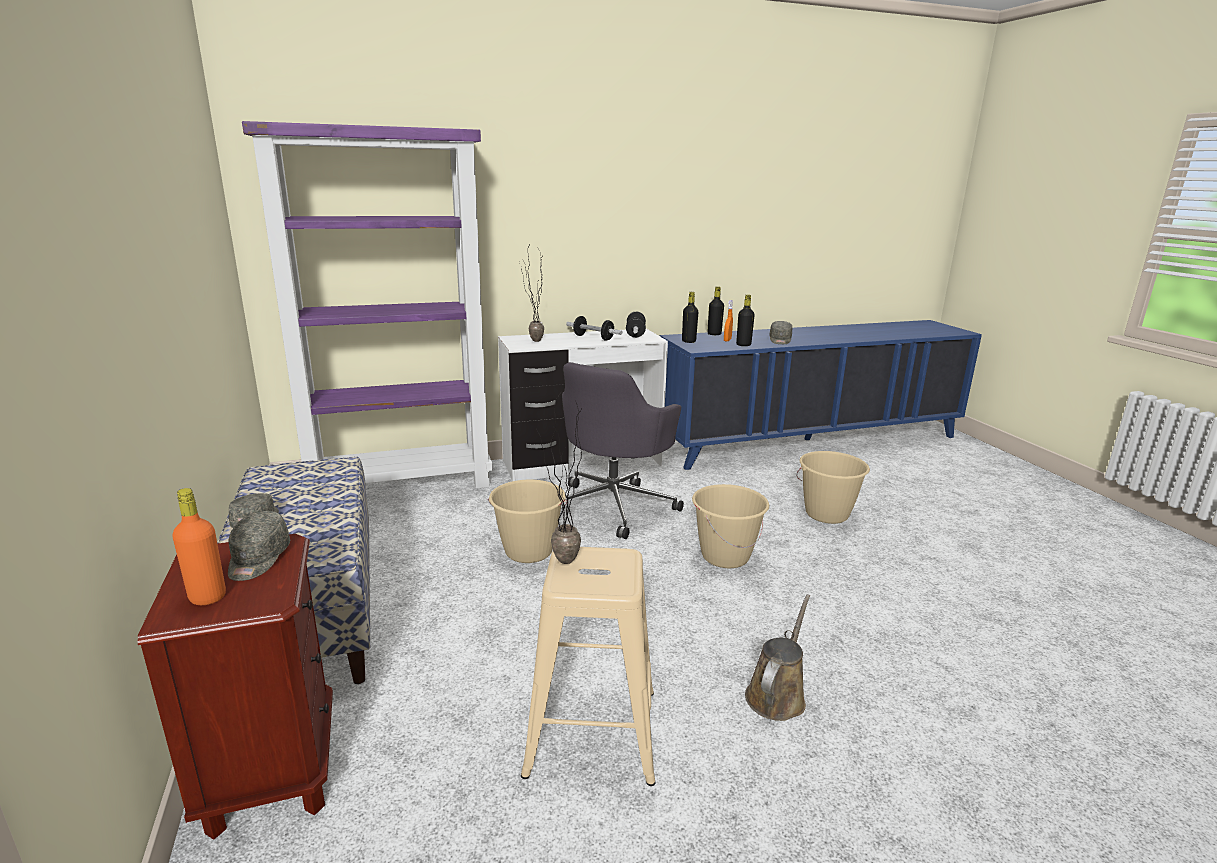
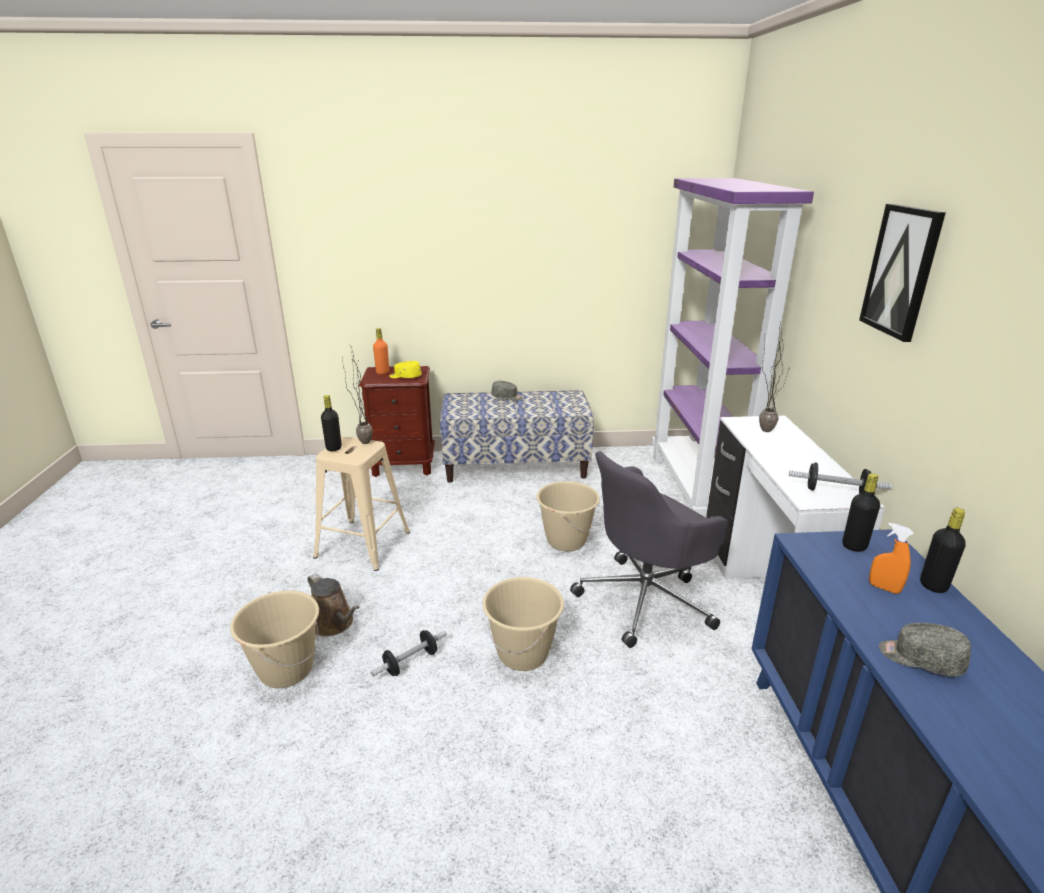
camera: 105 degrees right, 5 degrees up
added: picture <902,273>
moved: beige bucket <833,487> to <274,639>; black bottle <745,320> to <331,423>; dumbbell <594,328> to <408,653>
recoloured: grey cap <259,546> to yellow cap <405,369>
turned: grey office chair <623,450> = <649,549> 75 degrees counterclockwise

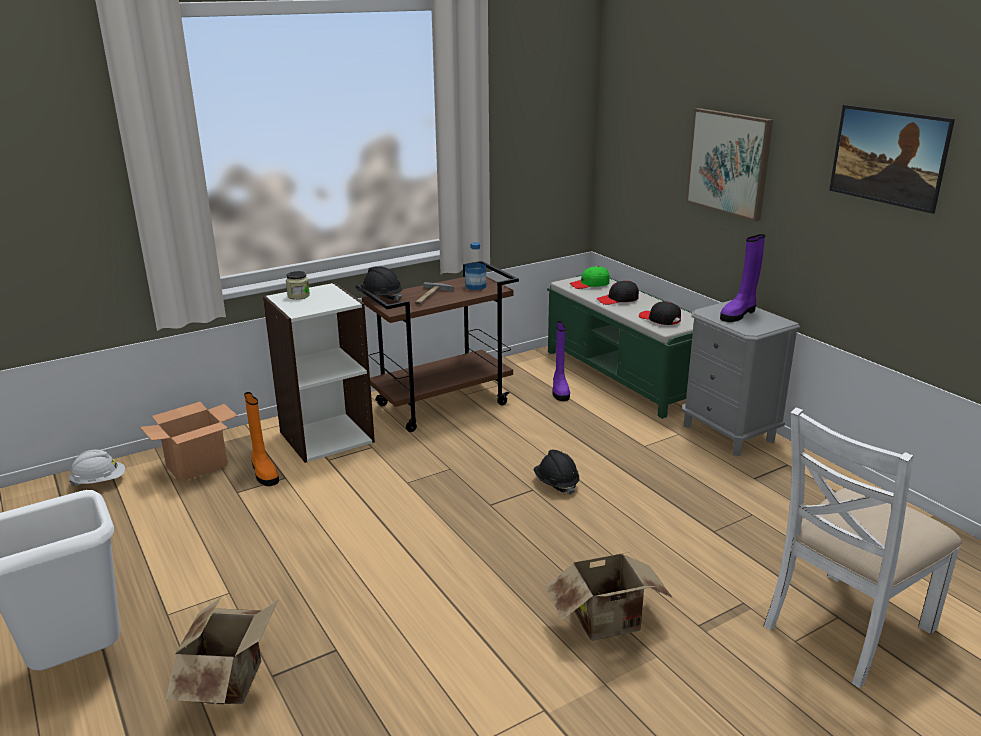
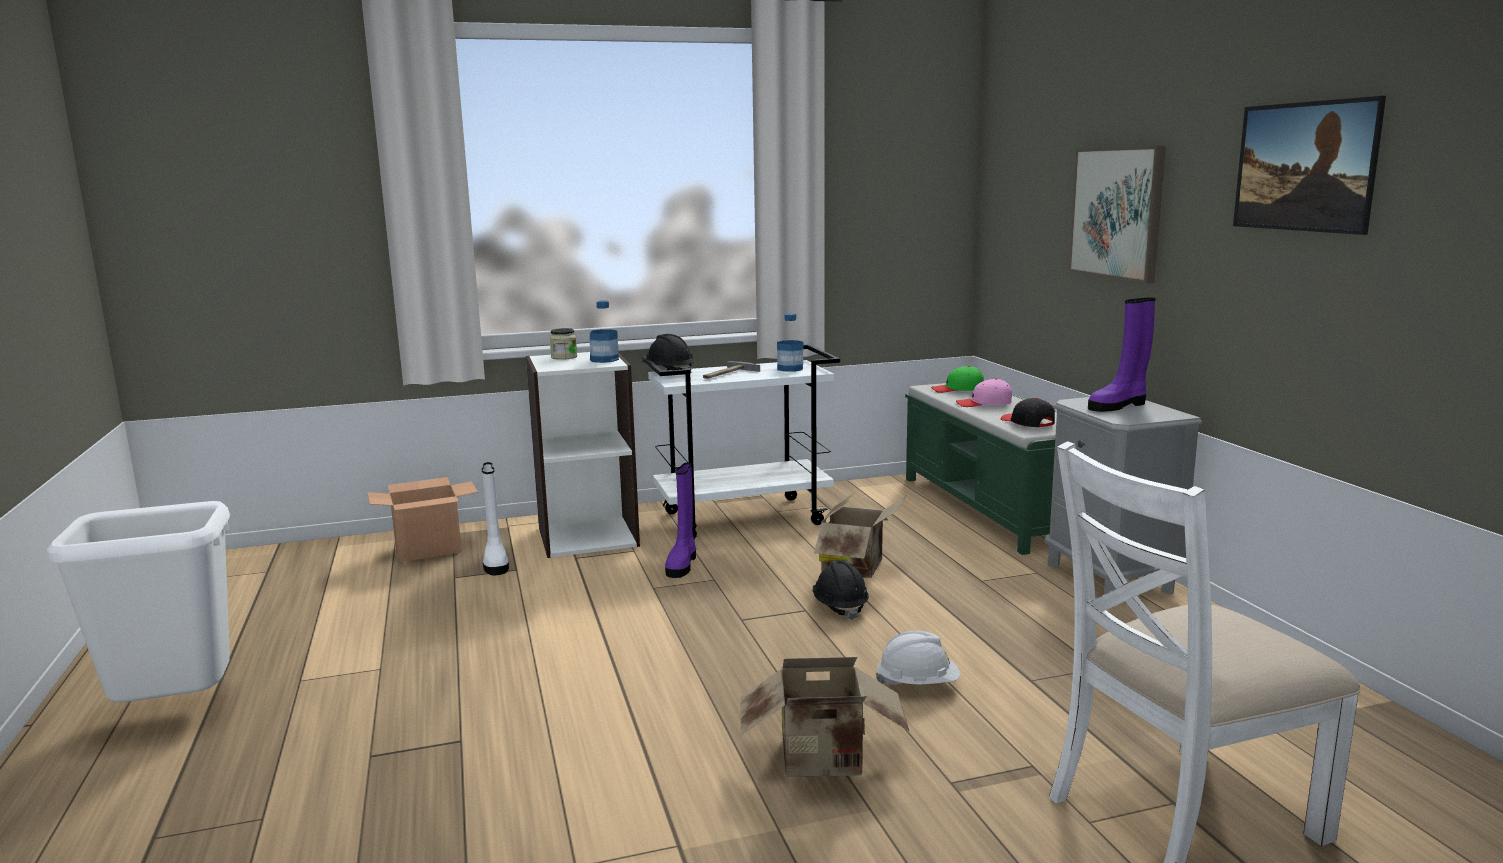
camera: 15 degrees right, 10 degrees down
added: bottle <604,331>
moved: purple boot <561,361> to <680,520>; cardboard box <222,651> to <860,534>; white hard hat <97,468> to <918,658>
recoloured: orange boot <261,439> to white boot <495,518>; brown cart <437,346> to white cart <741,441>; black cap <618,292> to pink cap <984,392>

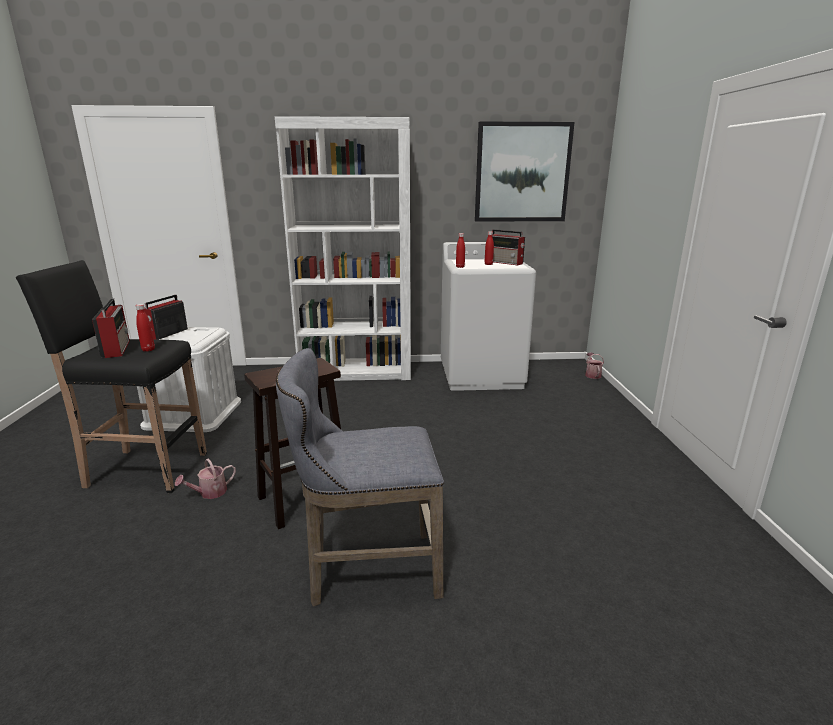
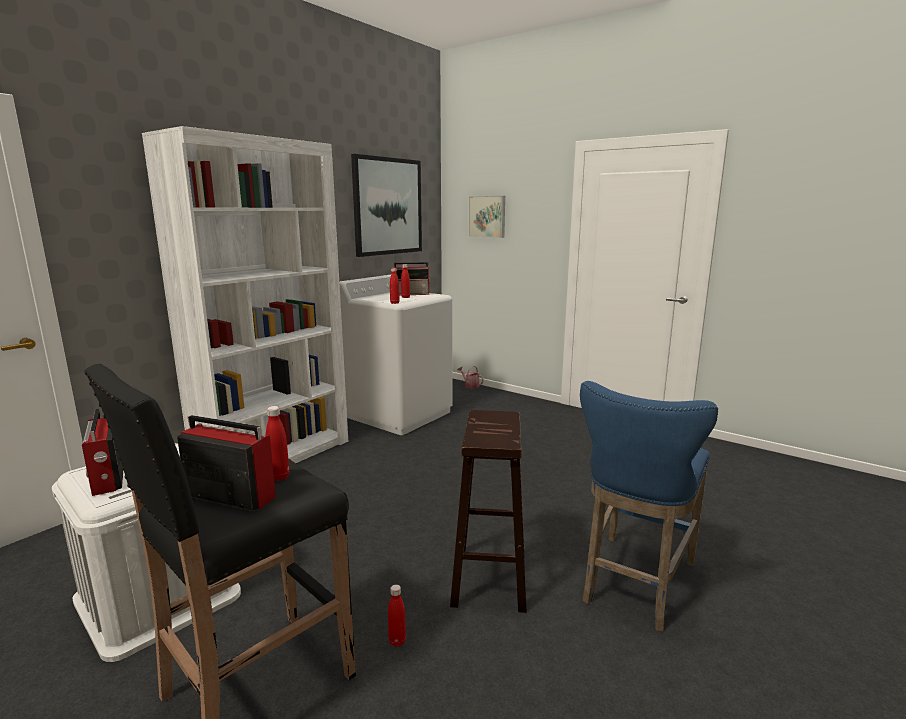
camera: 50 degrees left, 5 degrees down
added: picture <487,217>
replaced: watering can <205,479> to red bottle <397,616>
recoloured: grey stool <360,477> to blue stool <649,506>

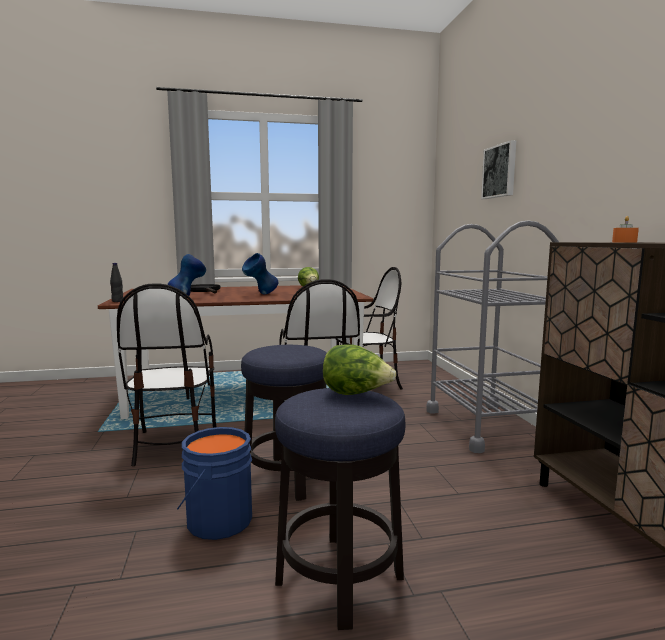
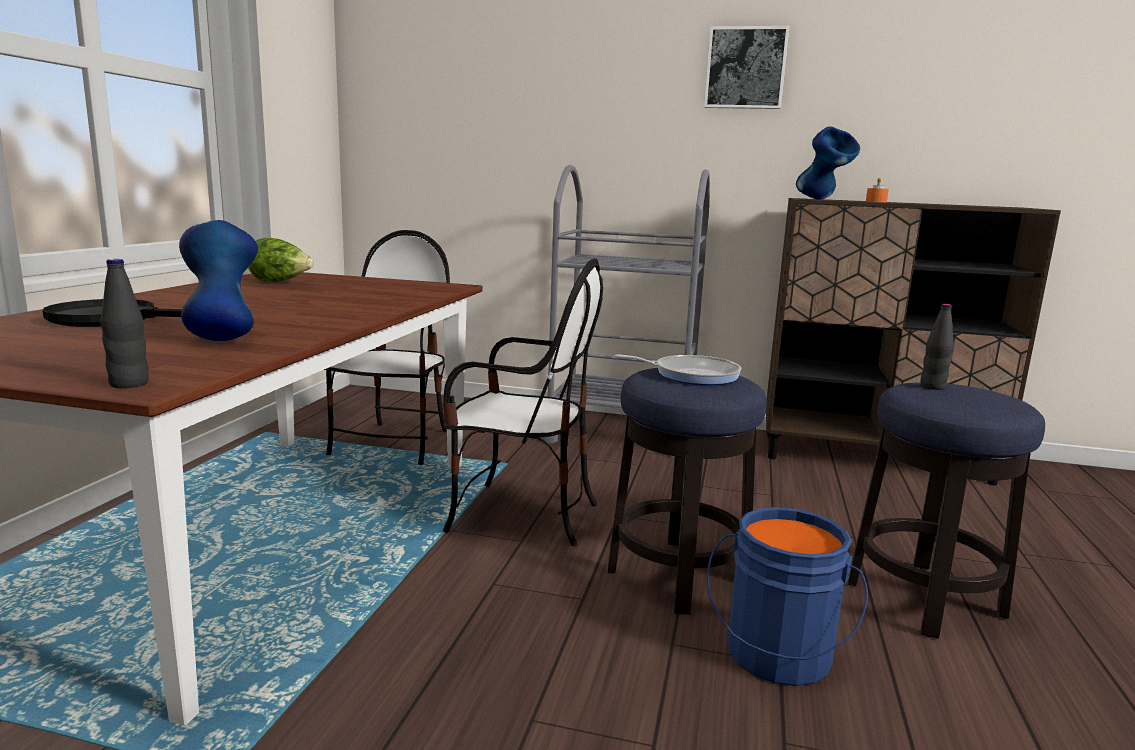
camera: 65 degrees left, 5 degrees up
removed: chair <166,375>
added: frying pan <678,369>
moved: picture <498,169> to <746,67>; blue vase <260,273> to <828,162>
replaced: lettuce <359,369> to black bottle <937,347>

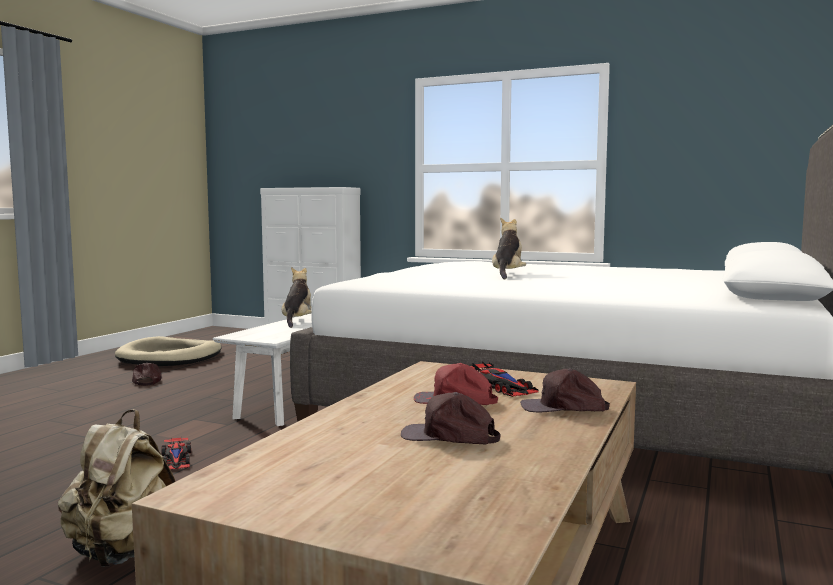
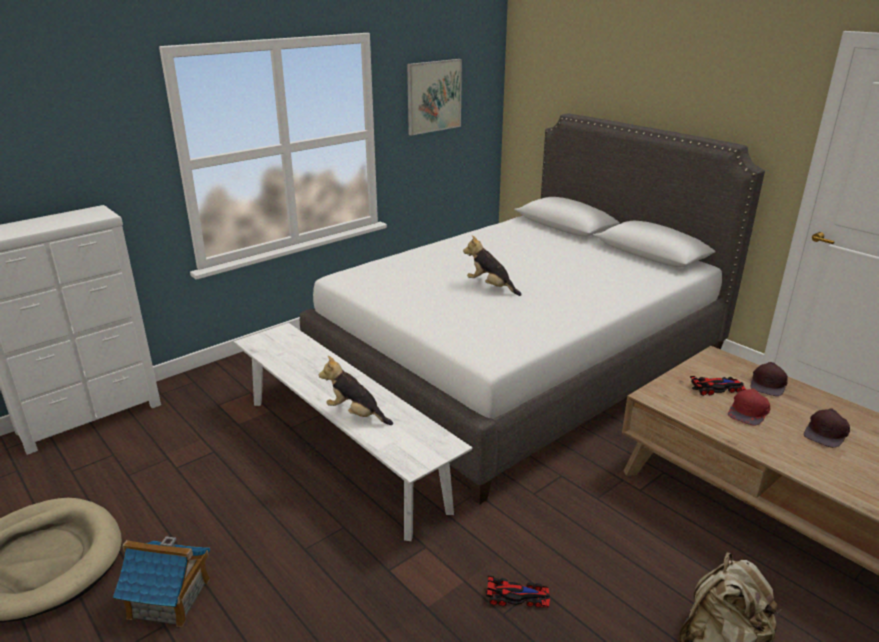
camera: 65 degrees left, 20 degrees up
added: picture <434,97>
replaced: brown cap <147,374> to toy house <161,581>

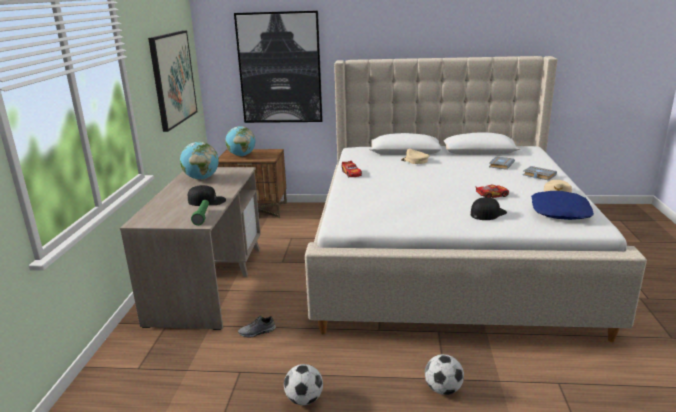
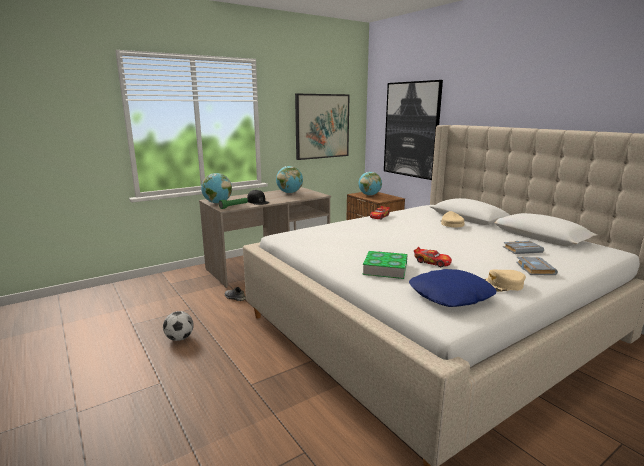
camera: 50 degrees right, 5 degrees down
removed: football <444,374>
added: globe <216,188>
replaced: black cap <489,208> to book <385,265>

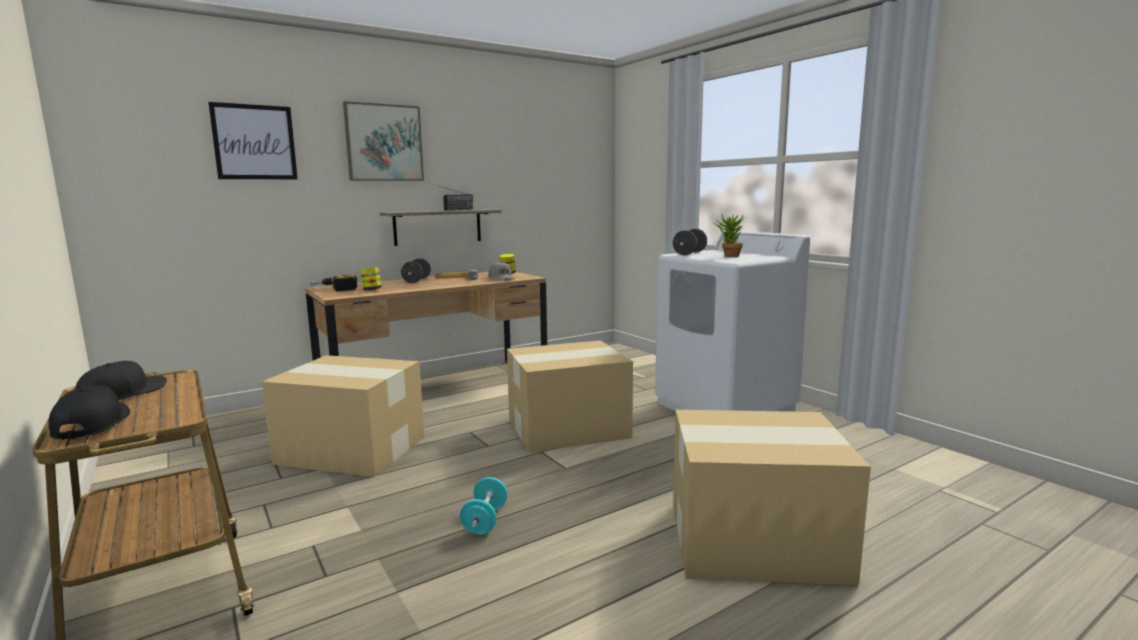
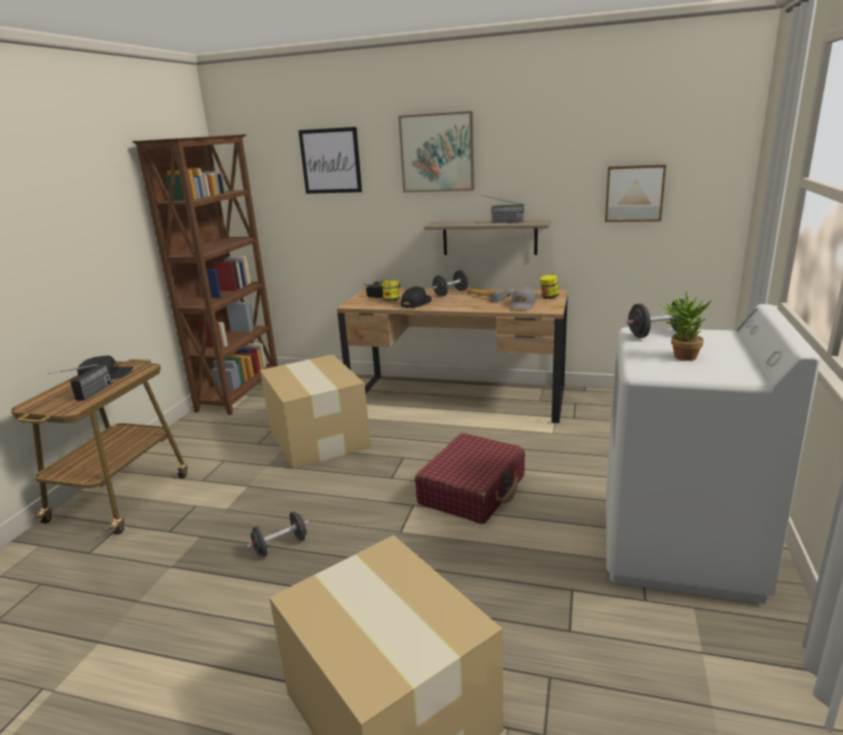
camera: 50 degrees right, 10 degrees up
added: radio <80,382>; brown bookcase <205,274>; picture <635,193>
moved: black cap <89,412> to <416,297>
replaced: cardboard box <570,396> to red suitcase <470,478>
recoloured: turquoise dumbbell <484,506> to black dumbbell <278,534>

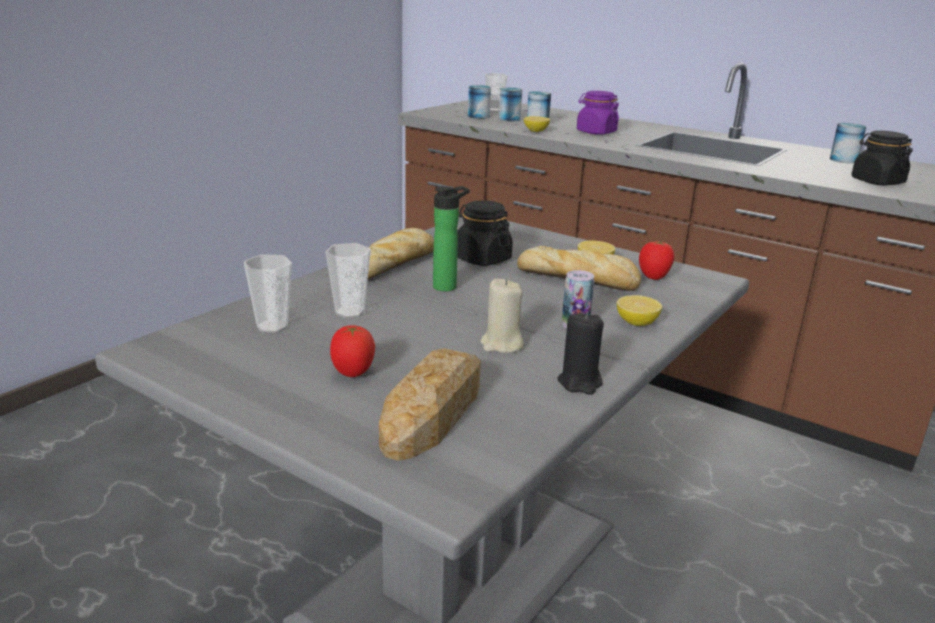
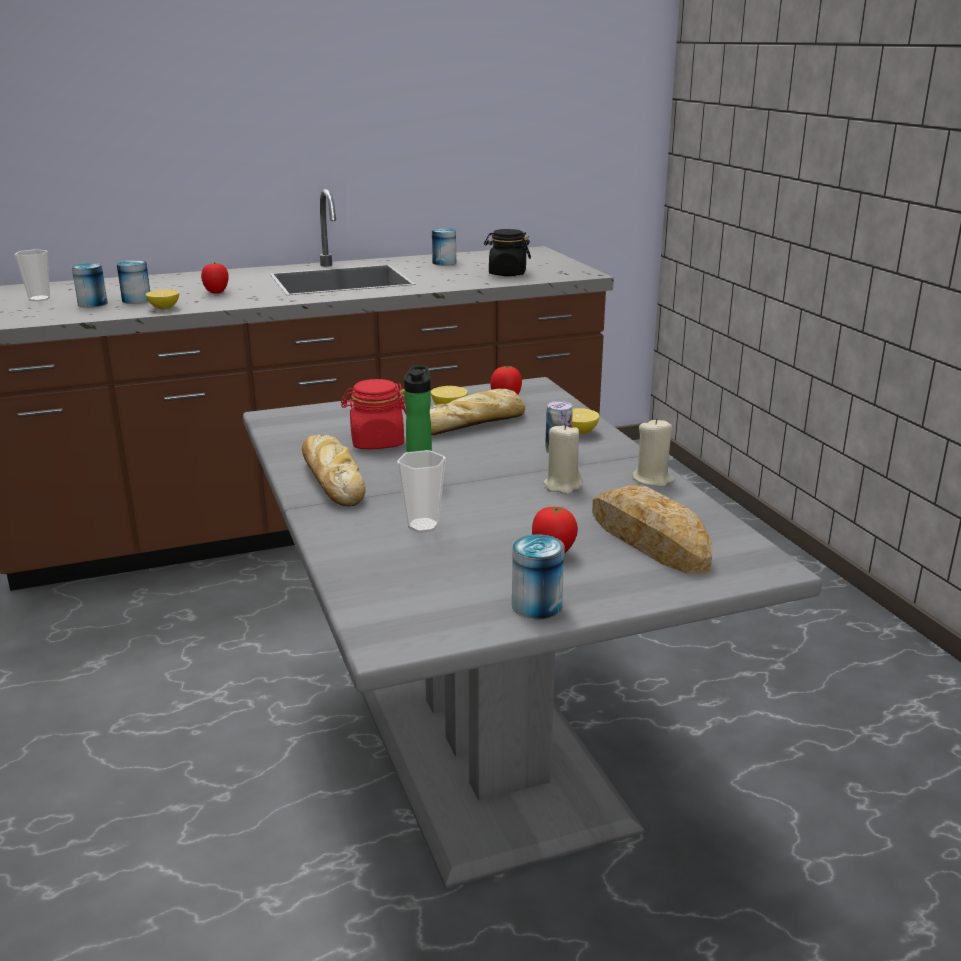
camera: 55 degrees left, 0 degrees up
removed: cup <268,293>
moved: can <479,102> to <538,576>
replaced: purple jar <598,113> to tomato <215,278>
recoloured: black jar <485,233> to red jar <373,414>; black candle <581,353> to beige candle <653,452>

